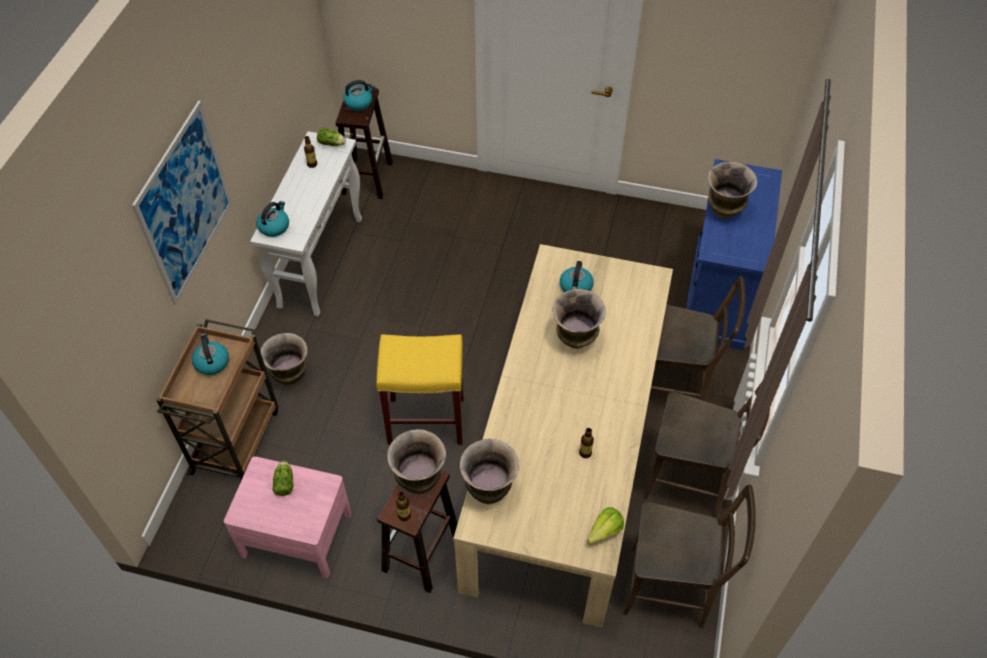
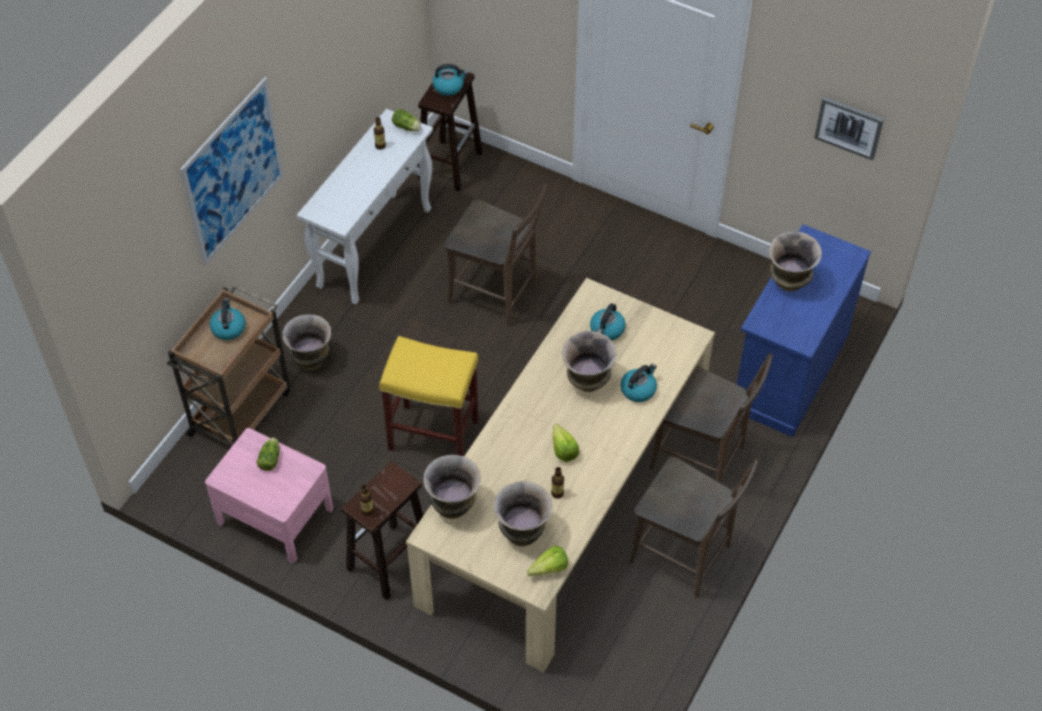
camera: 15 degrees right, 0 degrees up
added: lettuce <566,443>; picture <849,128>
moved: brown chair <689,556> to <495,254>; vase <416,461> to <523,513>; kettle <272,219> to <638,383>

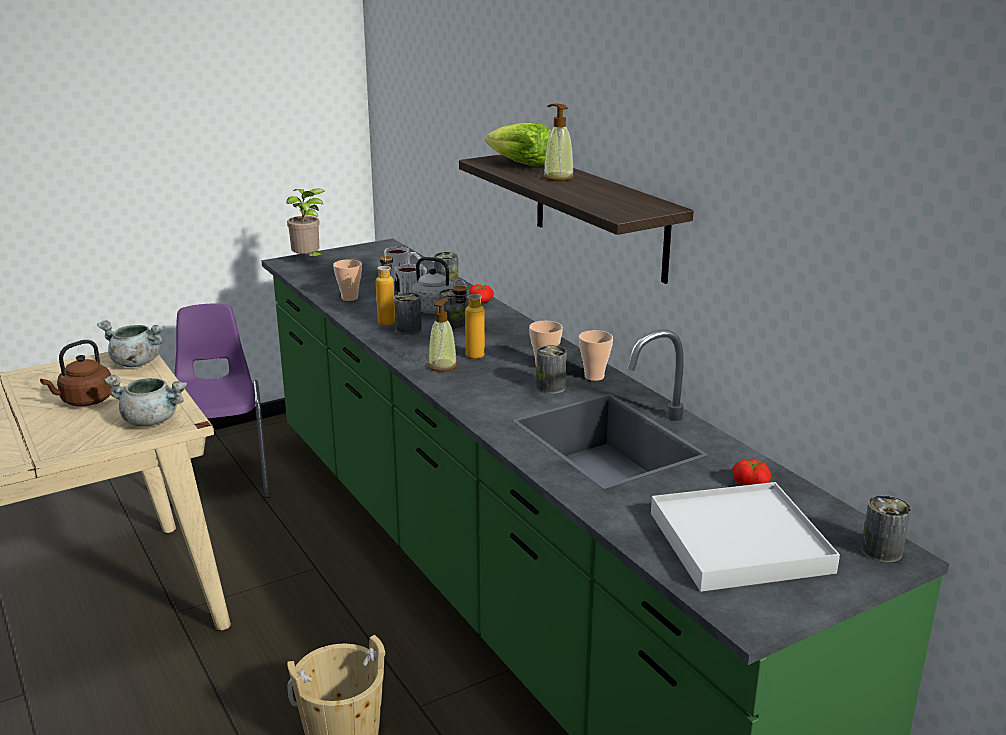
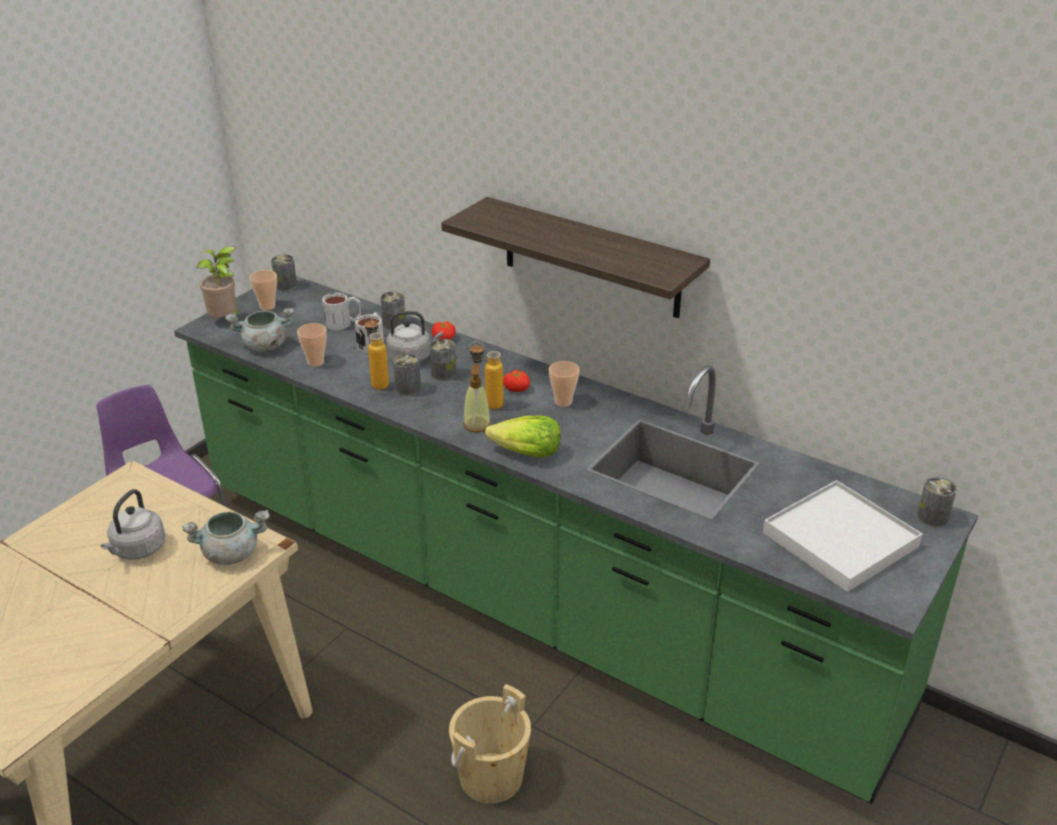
camera: 25 degrees left, 10 degrees up
removed: soap dispenser <558,142>
moved: grey cooking pot <130,343> to <259,330>; cup <596,355> to <263,290>; can <551,369> to <284,273>; lettuce <518,144> to <523,437>; tomato <751,472> to <516,381>
recoloured: brown kettle <76,373> to grey kettle <133,524>

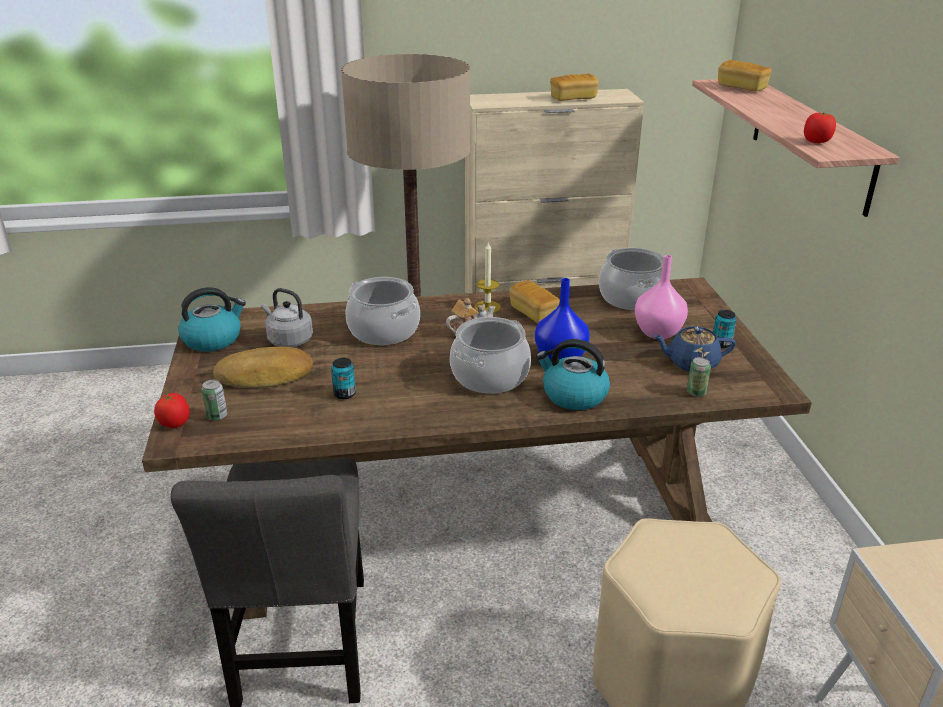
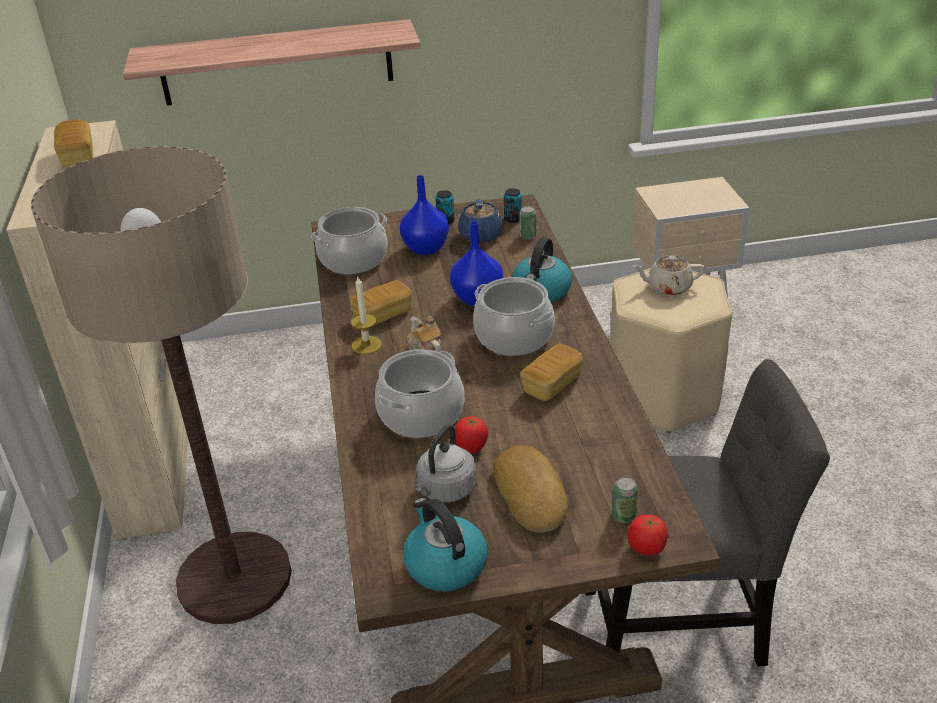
camera: 90 degrees left, 5 degrees up
added: beige teapot <669,275>
moved: tomato <820,128> to <471,435>; can <343,378> to <513,205>; bread <745,75> to <552,372>
recoloured: pink vase <661,297> to blue vase <424,215>

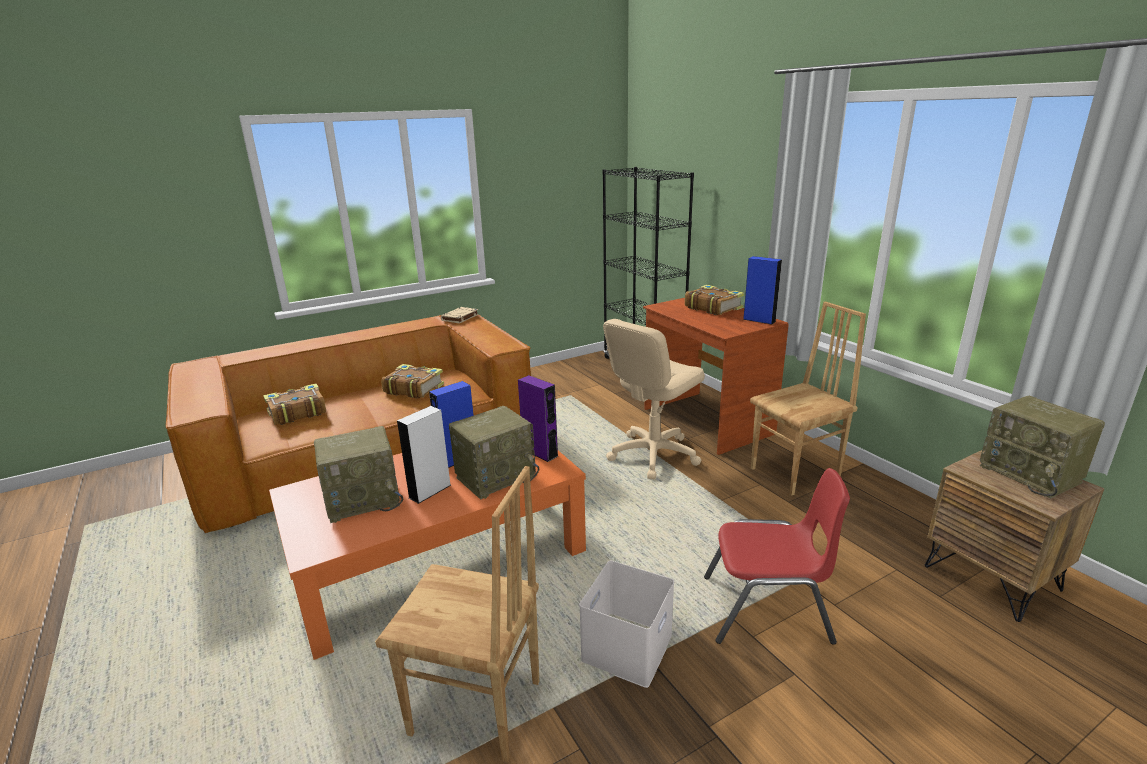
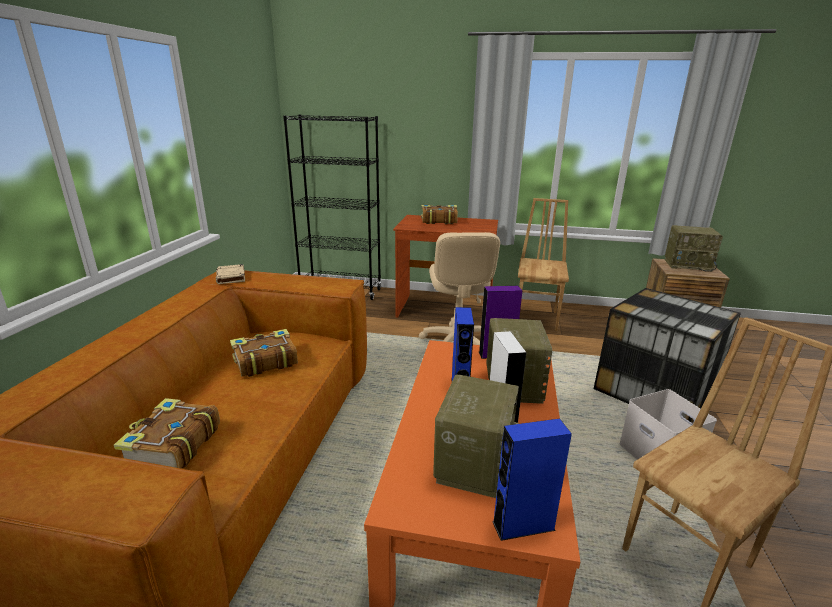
camera: 50 degrees left, 0 degrees up
moved: blue speaker <762,290> to <532,479>
replaced: red chair <777,556> to storage box <667,355>

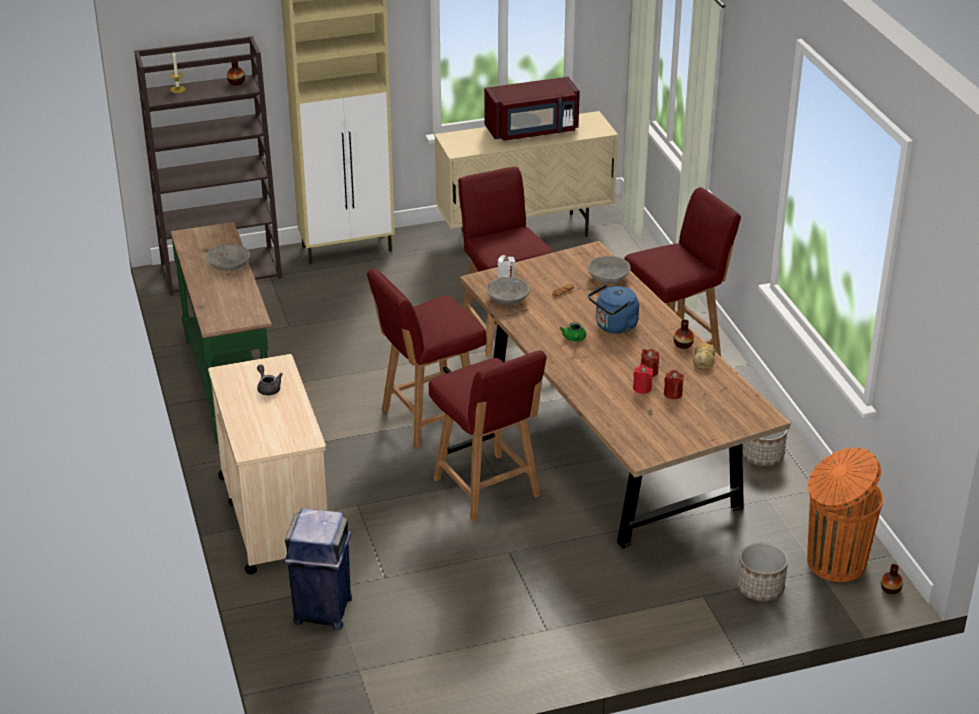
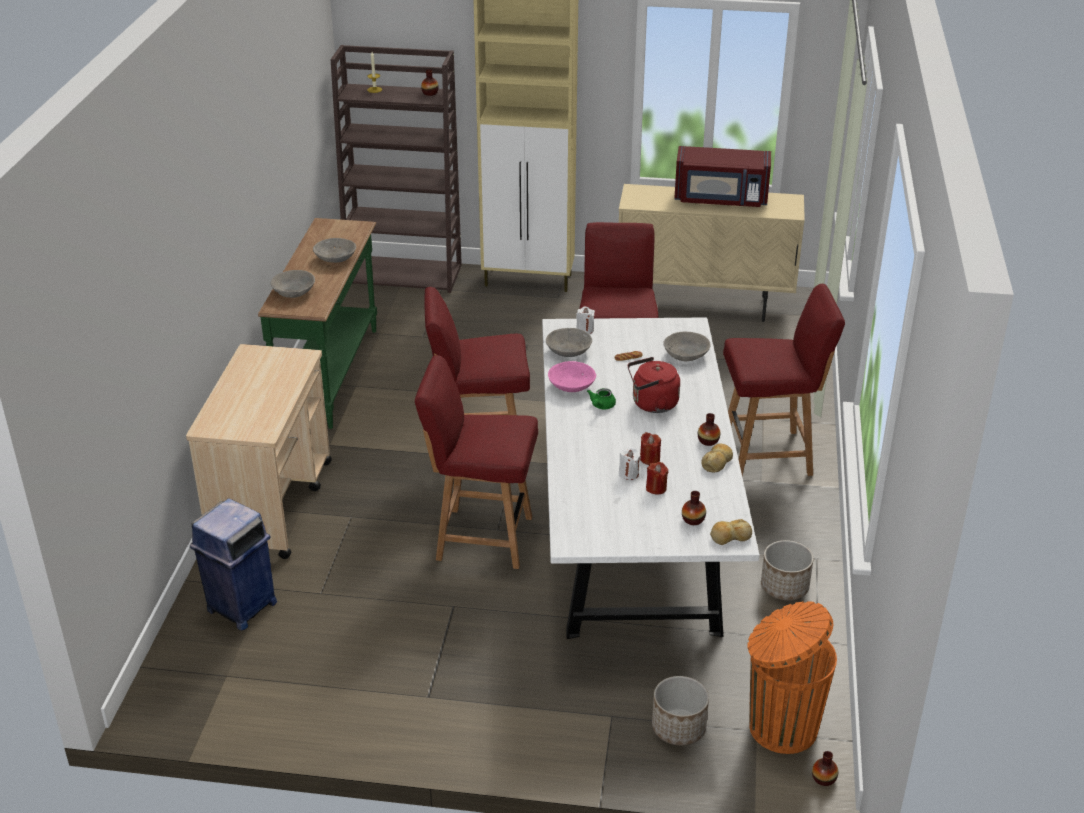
camera: 25 degrees right, 0 degrees up
removed: grey teapot <270,380>
added: grey bowl <293,284>; pink bowl <572,376>; vase <694,508>; bread <731,532>
recoloured: brown dining table <625,395> to white dining table <651,478>; red candle <643,379> to white candle <630,464>; blue kettle <613,309> to red kettle <654,385>
turned: red chair <488,436> = <476,462> 105 degrees clockwise

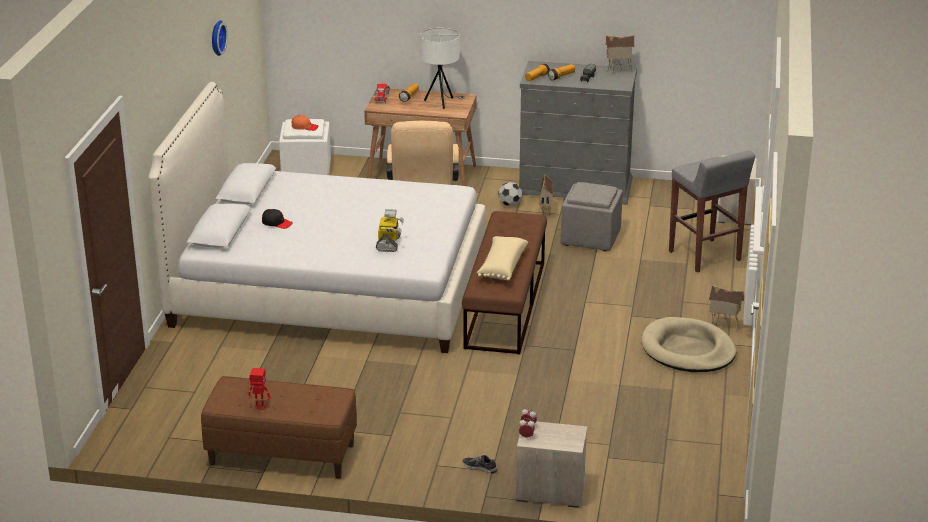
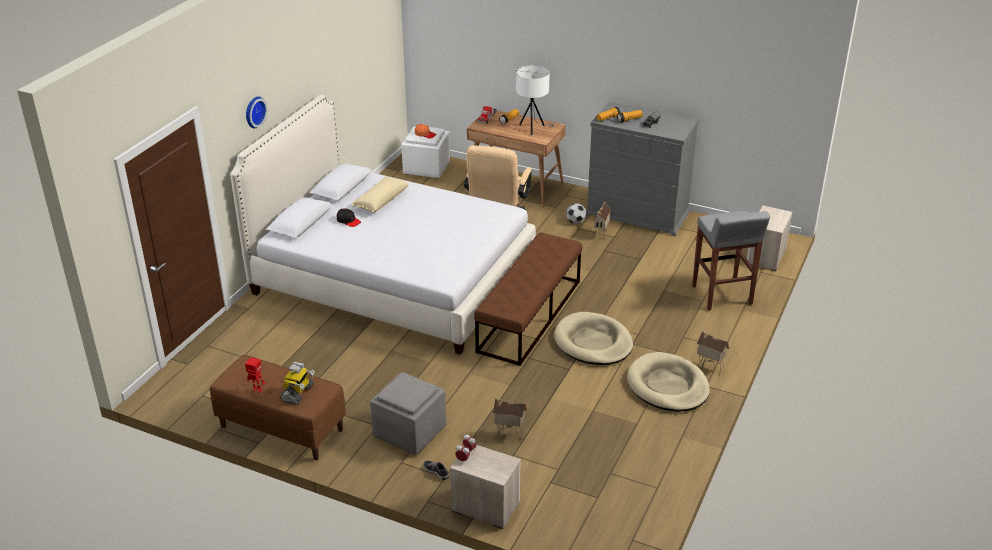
camera: 15 degrees right, 5 degrees up
added: beige dog bed <593,338>
moved: wall clock <220,38> to <257,112>; toy robot <390,230> to <297,383>; beige pillow <502,258> to <380,194>; grey ottoman <592,216> to <408,413>; toy house <620,54> to <510,418>

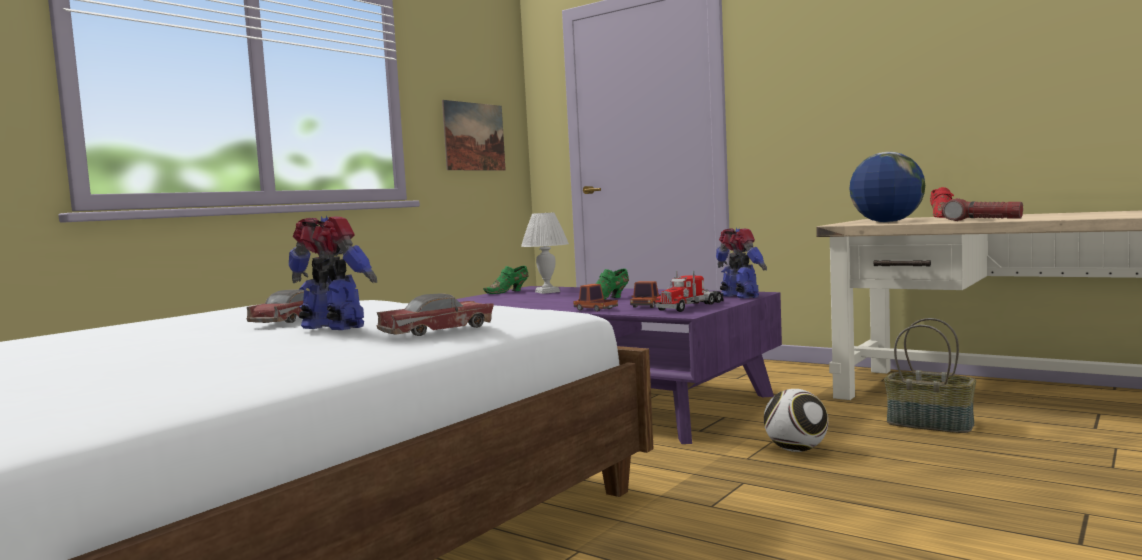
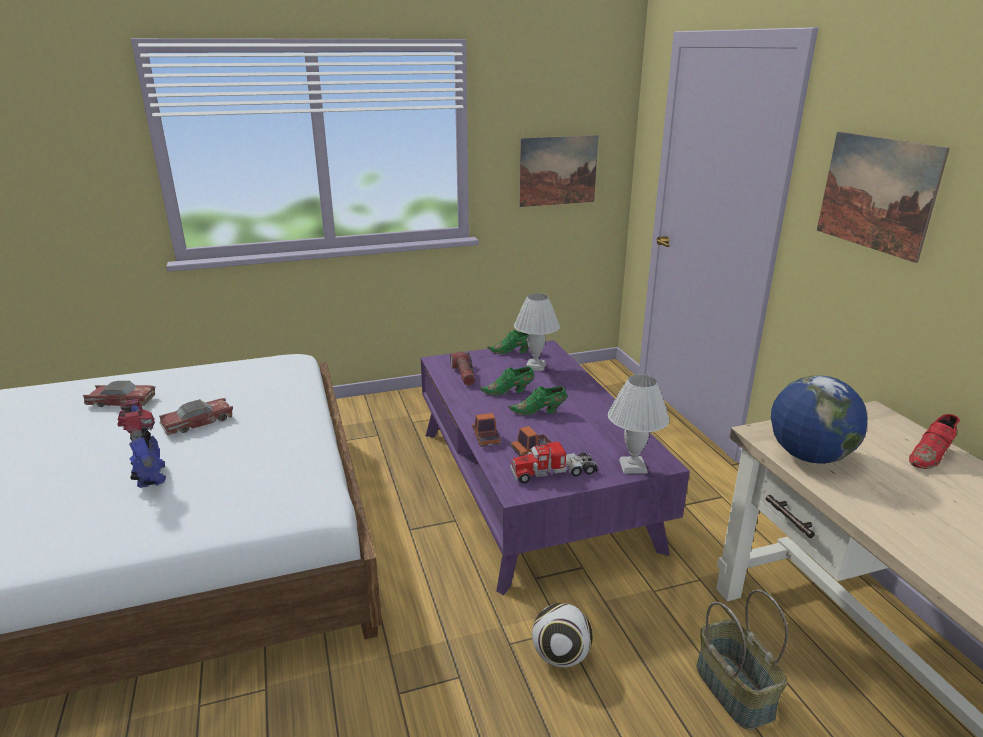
camera: 35 degrees right, 20 degrees up
added: green shoe <507,381>; picture <883,197>
moved: toy car <434,314> to <119,394>; flashlight <982,209> to <462,368>
replaced: toy robot <741,263> to white table lamp <639,424>

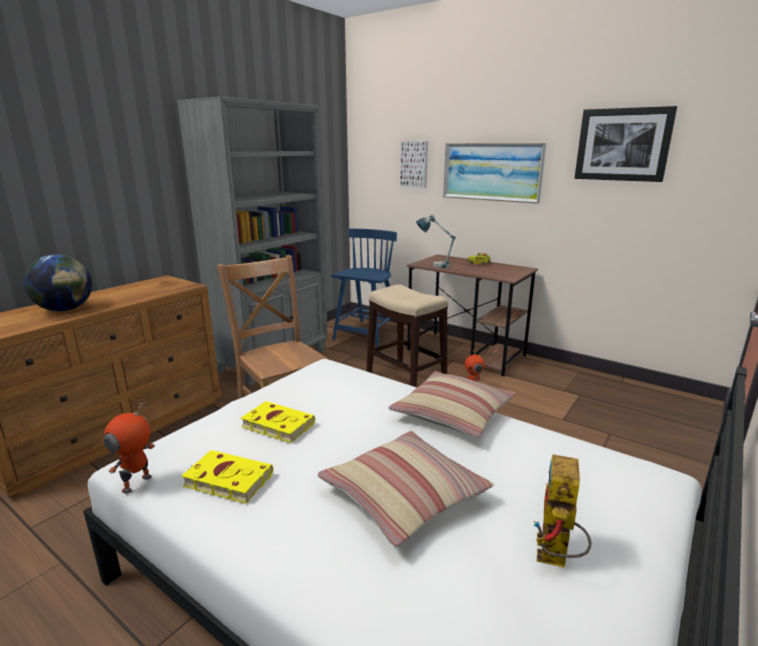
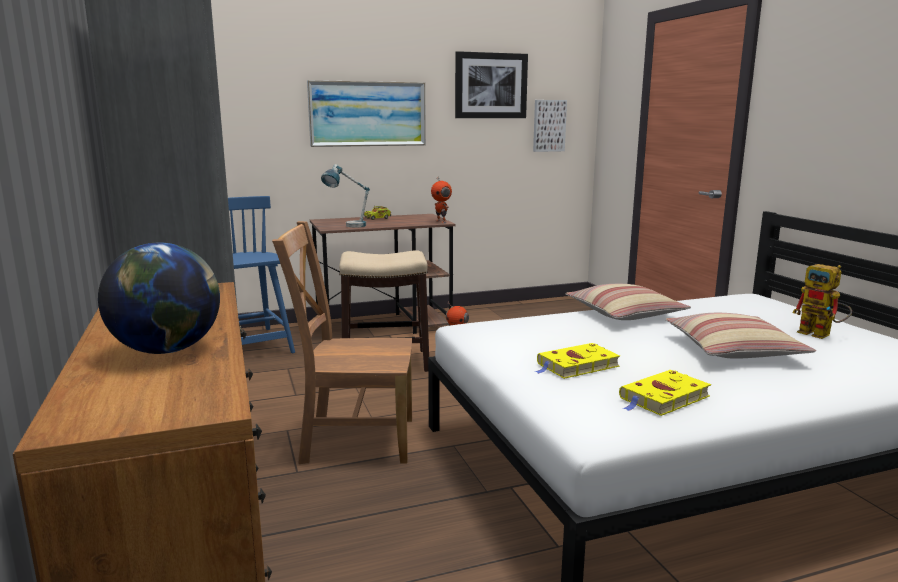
camera: 55 degrees left, 5 degrees down
moved: toy robot <129,448> to <441,200>; picture <414,164> to <550,126>

